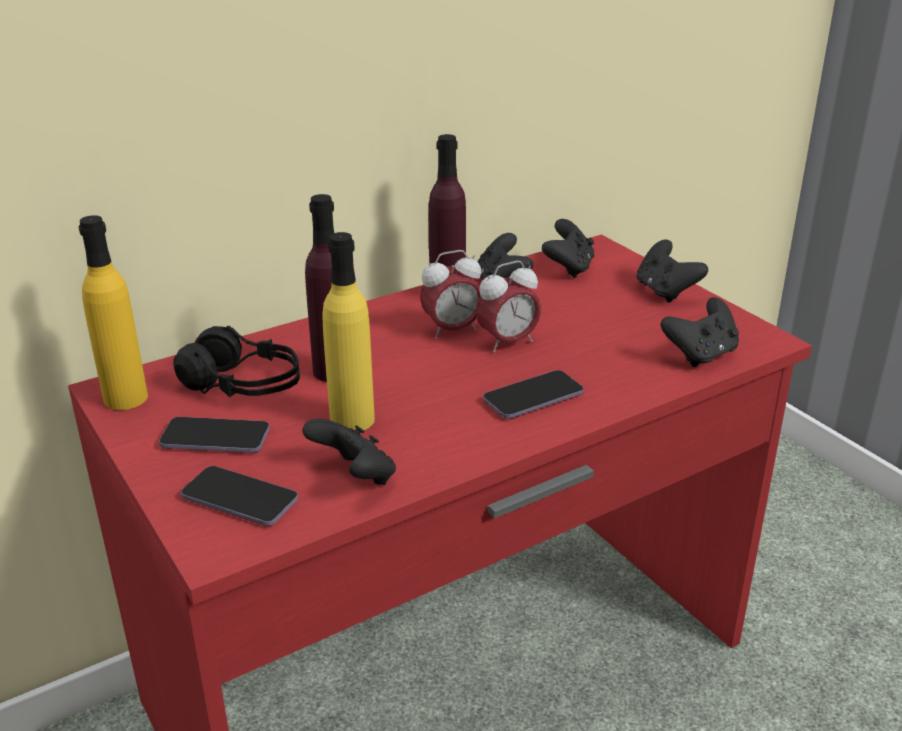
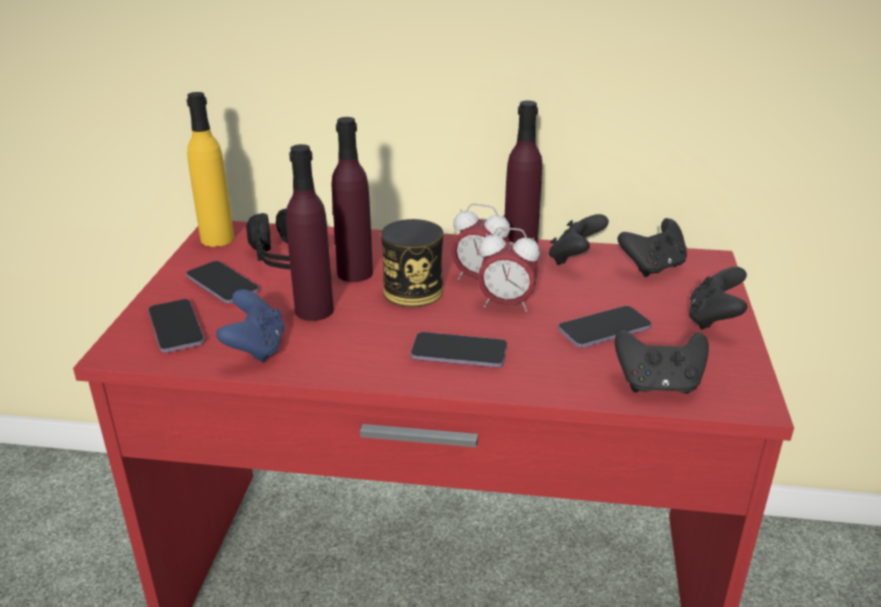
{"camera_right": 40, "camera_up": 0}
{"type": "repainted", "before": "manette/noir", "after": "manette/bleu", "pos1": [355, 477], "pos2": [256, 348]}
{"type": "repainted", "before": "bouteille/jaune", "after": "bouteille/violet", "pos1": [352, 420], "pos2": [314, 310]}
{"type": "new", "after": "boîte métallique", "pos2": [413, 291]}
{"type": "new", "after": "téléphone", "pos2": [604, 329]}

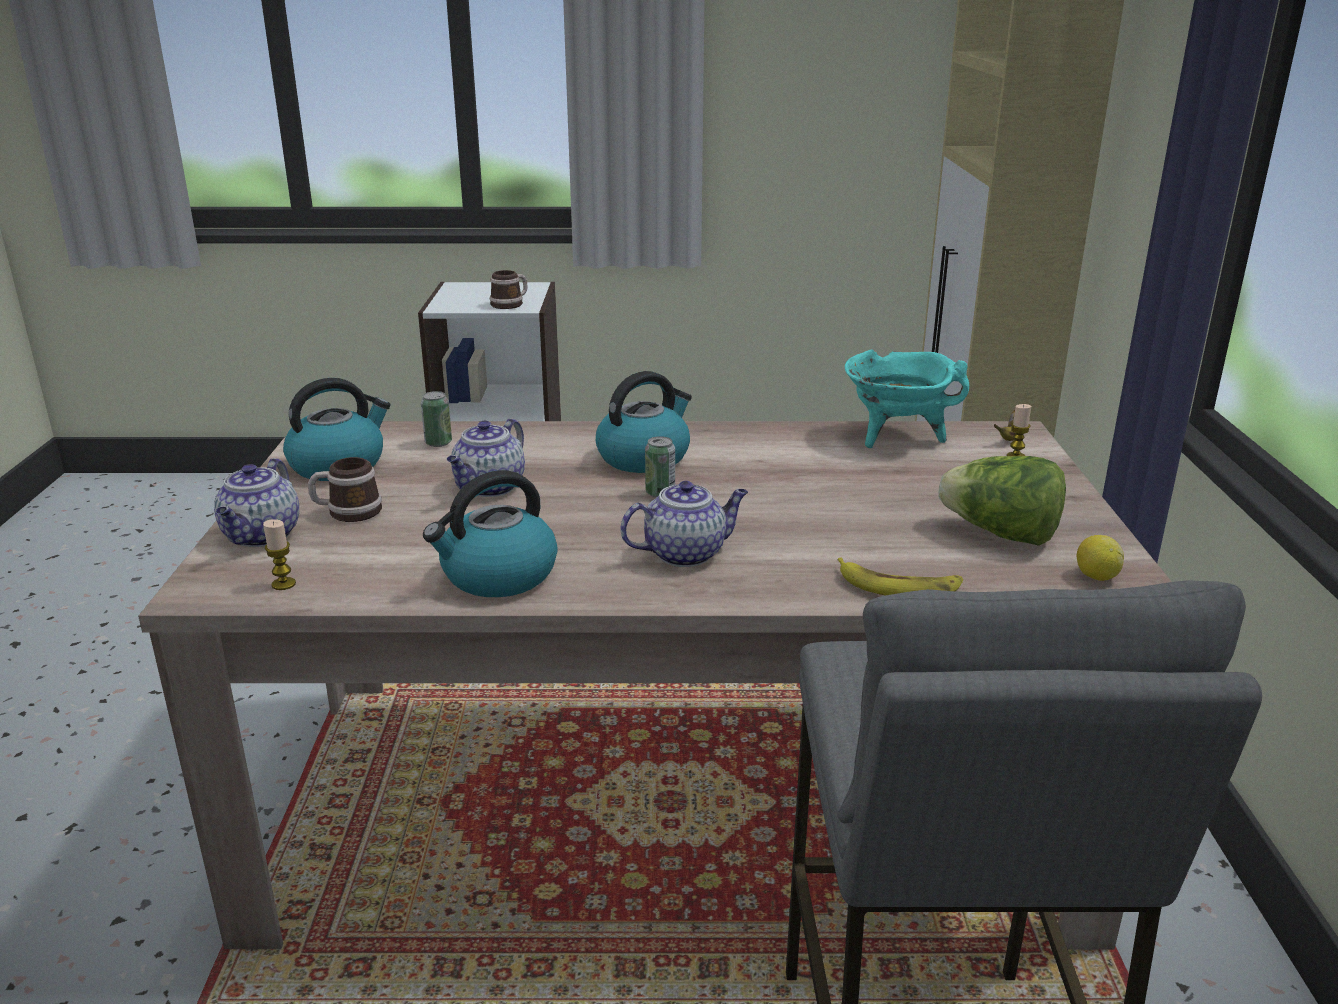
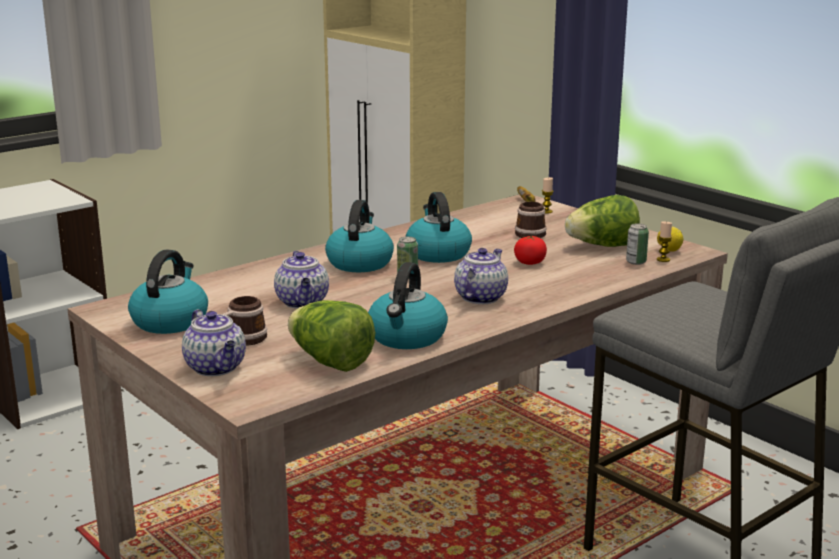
{"camera_right": -40, "camera_up": -5}
{"type": "new", "after": "laitue", "pos2": [330, 362]}
{"type": "new", "after": "bouilloire", "pos2": [437, 253]}
{"type": "new", "after": "tomate", "pos2": [530, 262]}
{"type": "shifted", "before": "mug", "pos1": [510, 304], "pos2": [530, 233]}
{"type": "shifted", "before": "boîte métallique", "pos1": [438, 443], "pos2": [636, 262]}
{"type": "shifted", "before": "bougie", "pos1": [283, 584], "pos2": [663, 259]}
{"type": "gone", "before": "banane", "pos1": [898, 586]}
{"type": "gone", "before": "marmite/turquoise", "pos1": [896, 437]}

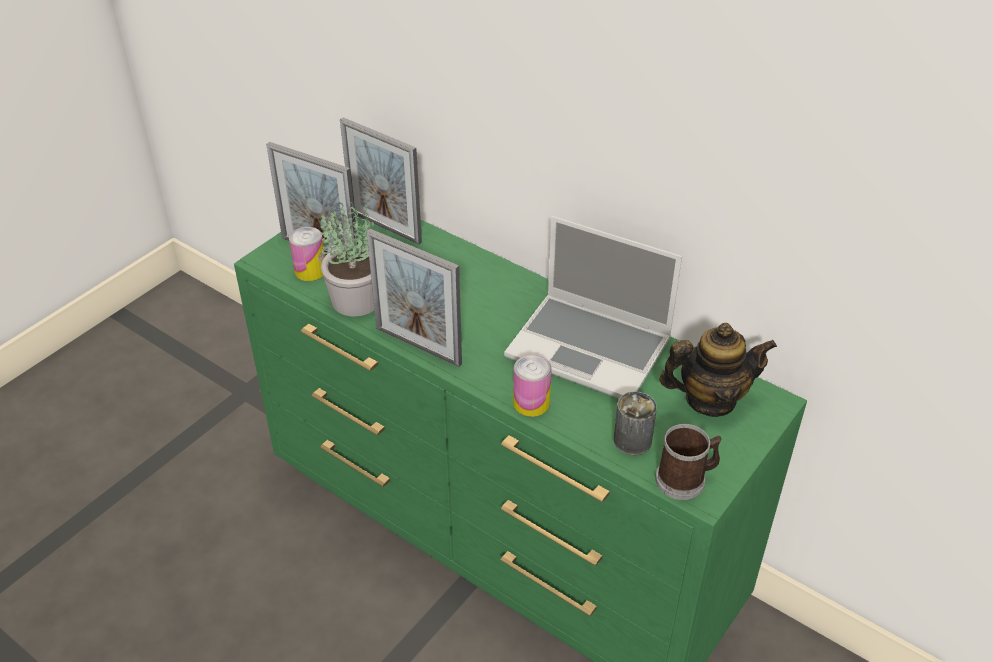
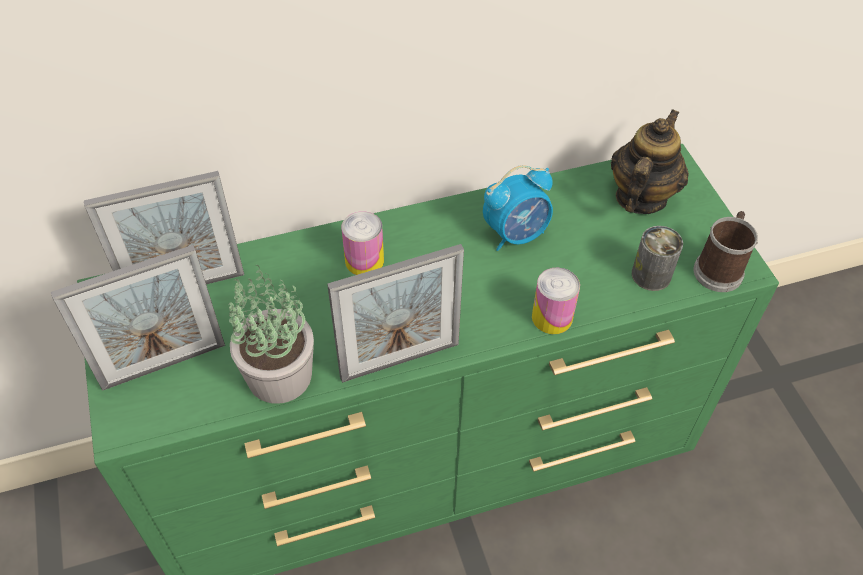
{"camera_right": -55, "camera_up": 10}
{"type": "shifted", "before": "boîte métallique", "pos1": [310, 270], "pos2": [364, 260]}
{"type": "swapped", "before": "ordinateur portable", "after": "réveil", "pos1": [591, 348], "pos2": [516, 234]}

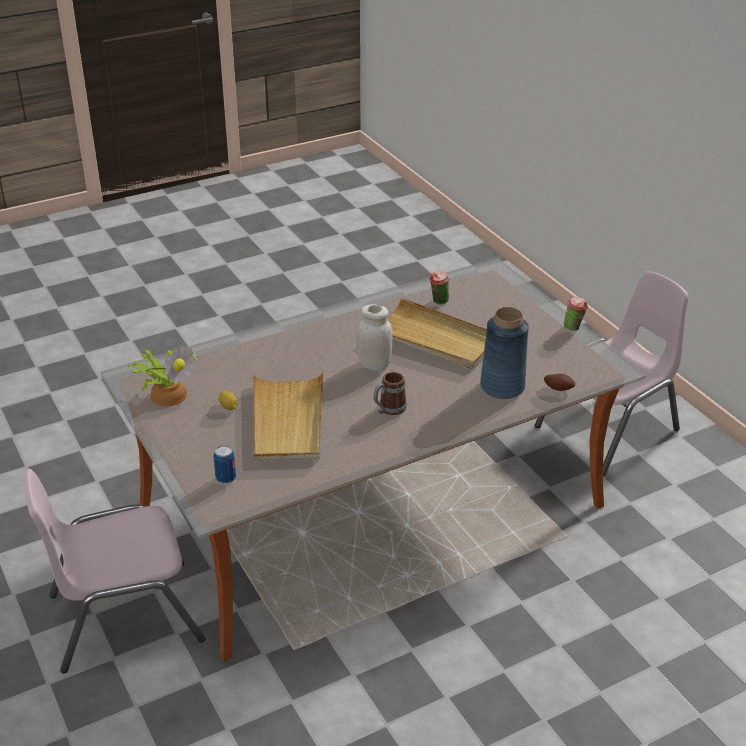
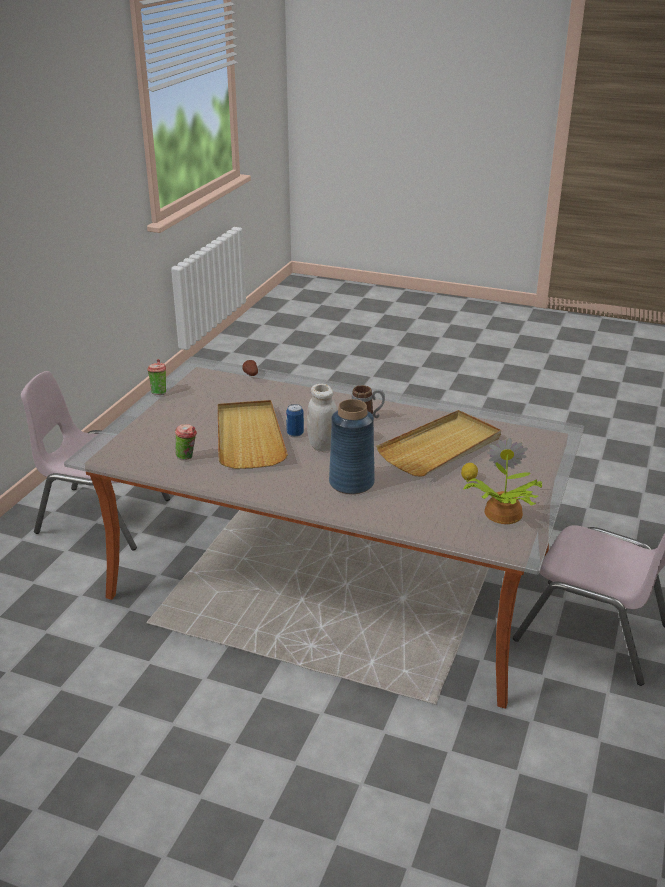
{"camera_right": -130, "camera_up": -5}
{"type": "shifted", "before": "boîte métallique", "pos1": [226, 478], "pos2": [295, 434]}
{"type": "shifted", "before": "vase/bleu", "pos1": [502, 387], "pos2": [352, 482]}

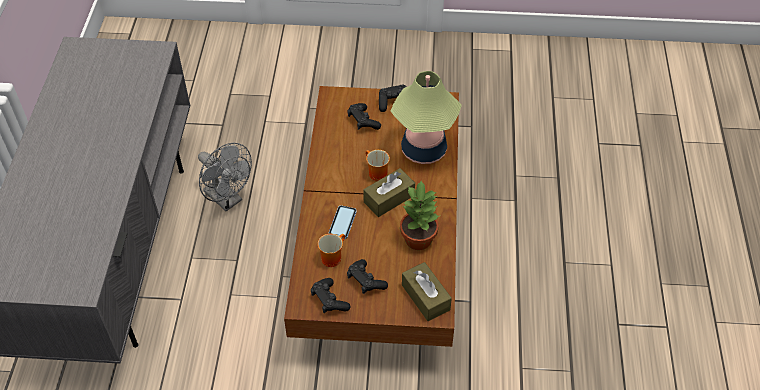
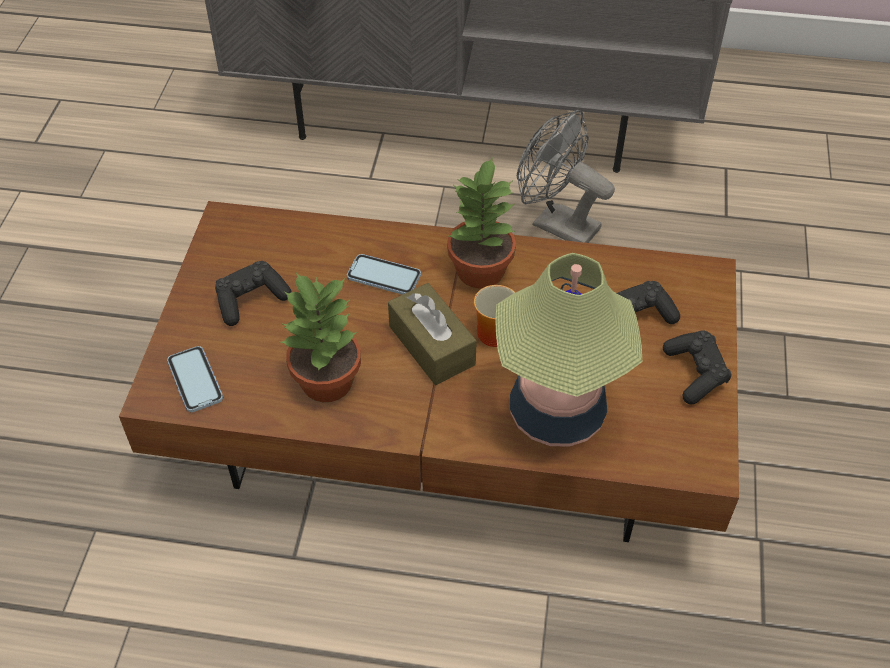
{"camera_right": 95, "camera_up": 0}
{"type": "swapped", "before": "boîte à mouchoirs/marron", "after": "téléphone", "pos1": [425, 297], "pos2": [195, 380]}
{"type": "new", "after": "plante en pot", "pos2": [479, 271]}
{"type": "rotated", "before": "ventilateur/gris", "pos1": [227, 199], "pos2": [556, 224], "turn": 75}
{"type": "gone", "before": "manette/noir", "pos1": [329, 300]}
{"type": "gone", "before": "mug", "pos1": [331, 256]}

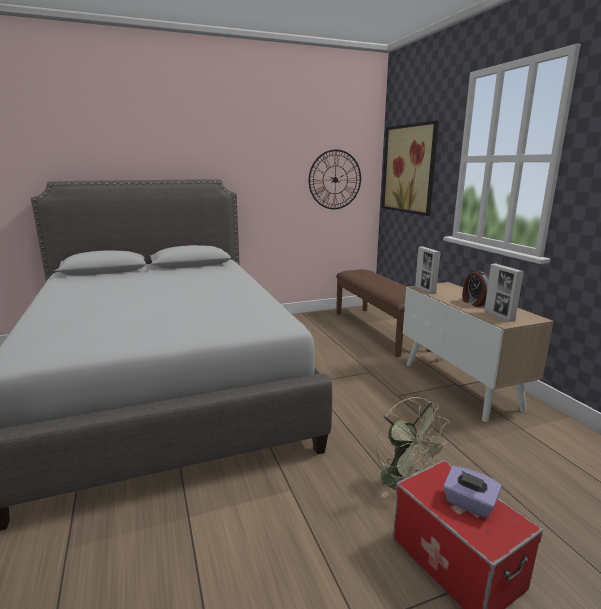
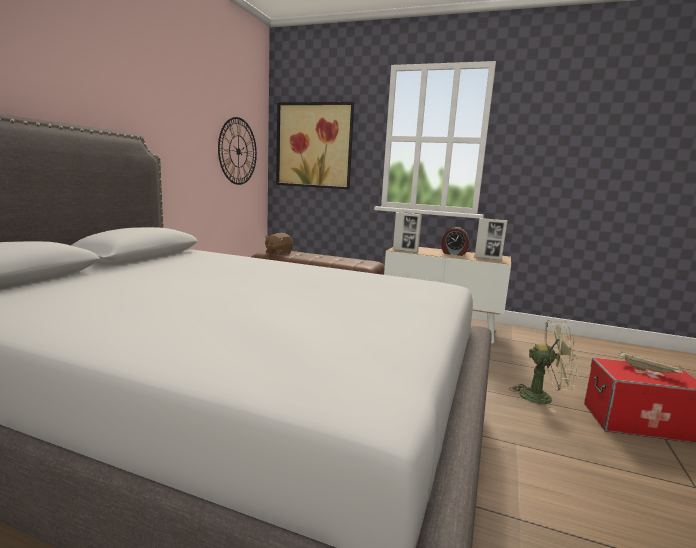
{"camera_right": -50, "camera_up": -5}
{"type": "new", "after": "peluche/marron", "pos2": [278, 253]}
{"type": "swapped", "before": "boîte à mouchoirs/violet", "after": "plateau/beige", "pos1": [469, 503], "pos2": [649, 371]}

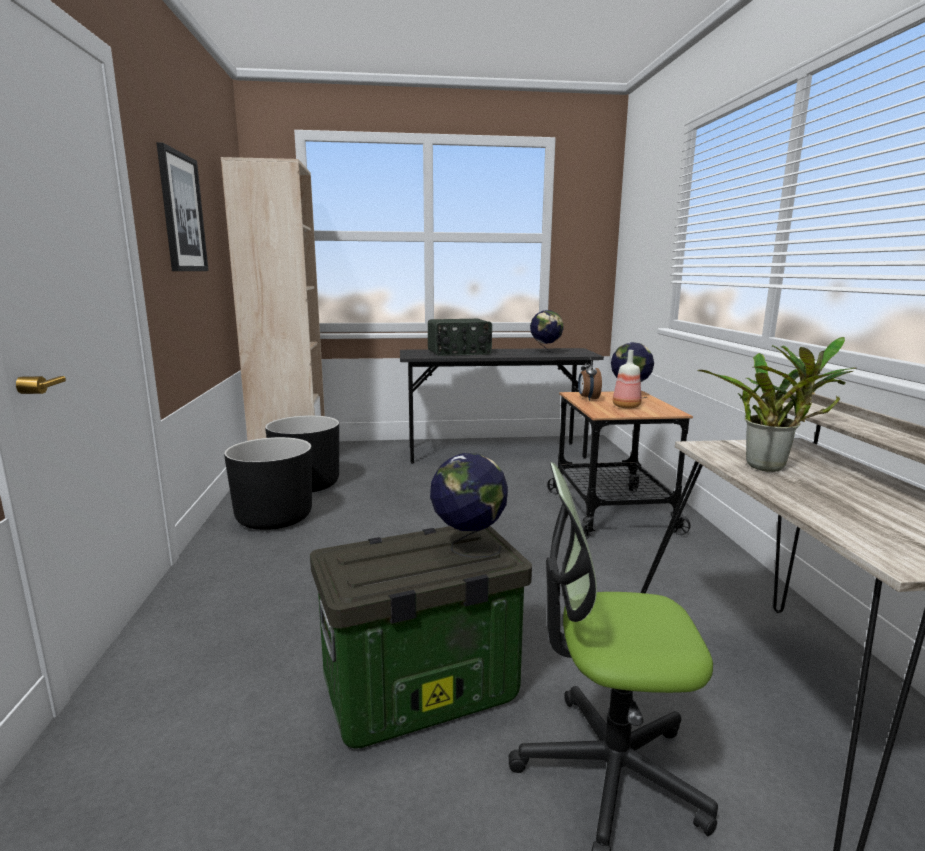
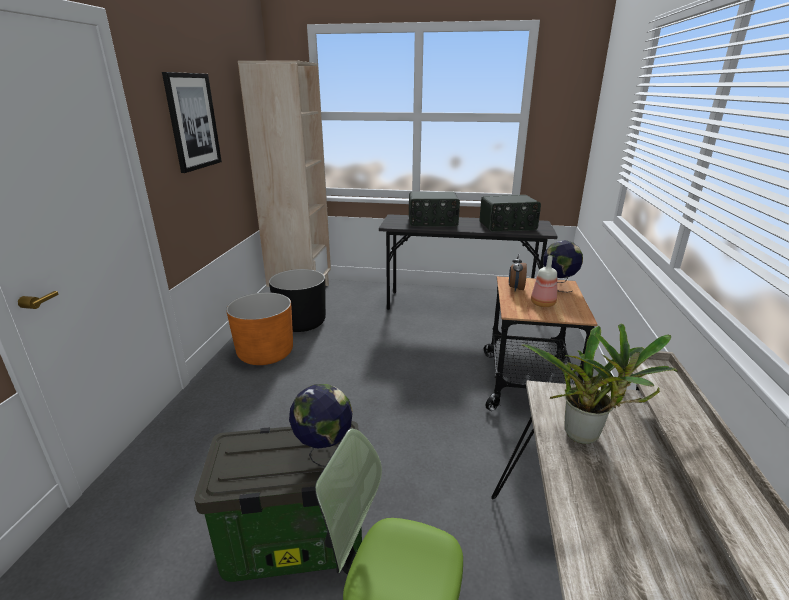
{"camera_right": 15, "camera_up": 10}
{"type": "repainted", "before": "cache-pot/noir", "after": "cache-pot/orange", "pos1": [274, 518], "pos2": [265, 353]}
{"type": "swapped", "before": "globe", "after": "radio", "pos1": [545, 352], "pos2": [508, 226]}

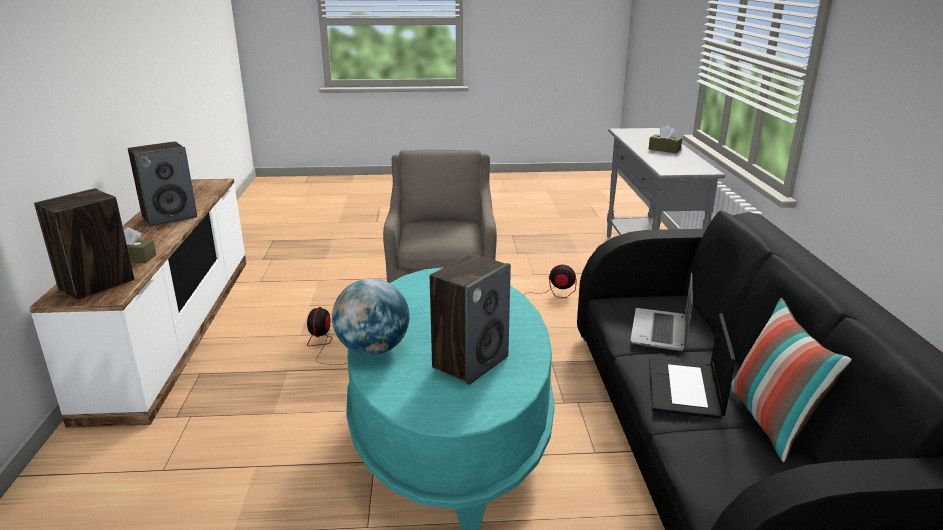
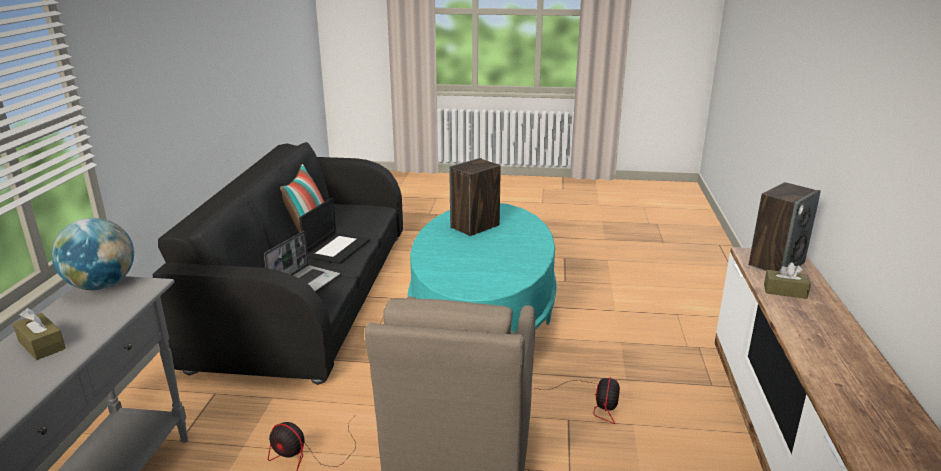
{"camera_right": -170, "camera_up": 0}
{"type": "shifted", "before": "globe", "pos1": [373, 349], "pos2": [102, 286]}
{"type": "gone", "before": "enceinte", "pos1": [170, 217]}

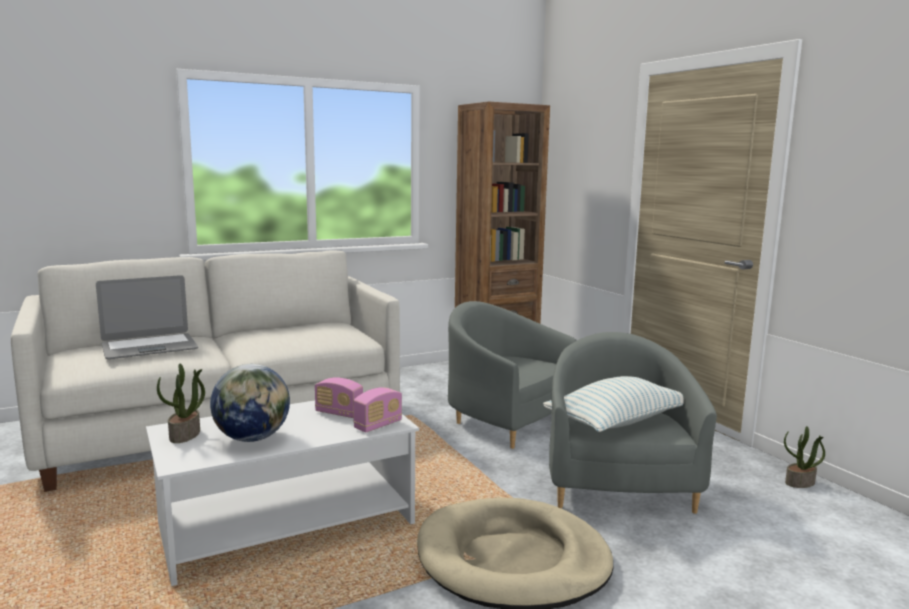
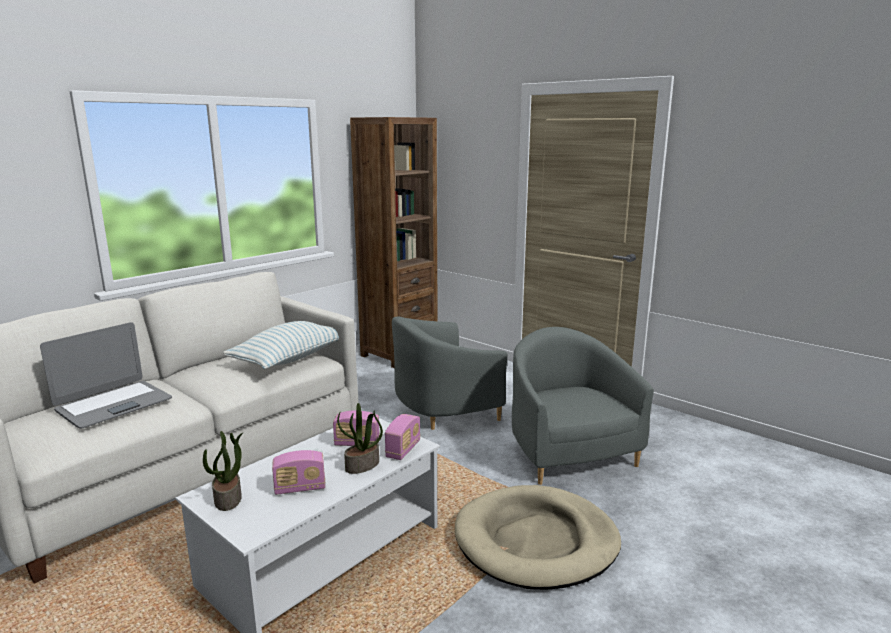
{"camera_right": -20, "camera_up": 5}
{"type": "shifted", "before": "coussin", "pos1": [617, 422], "pos2": [290, 359]}
{"type": "swapped", "before": "globe", "after": "radio", "pos1": [252, 438], "pos2": [300, 488]}
{"type": "shifted", "before": "plante en pot", "pos1": [800, 483], "pos2": [362, 466]}
{"type": "rotated", "before": "fauteuil/gris", "pos1": [505, 420], "pos2": [444, 409], "turn": -45}

